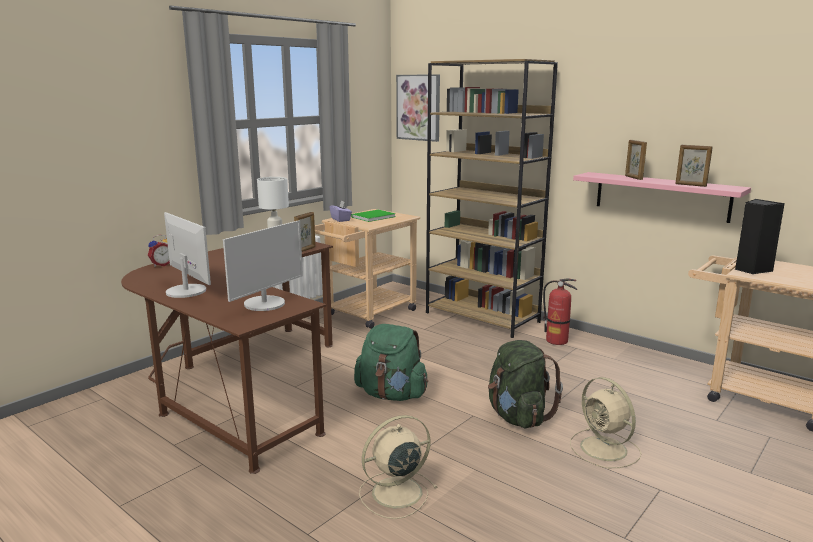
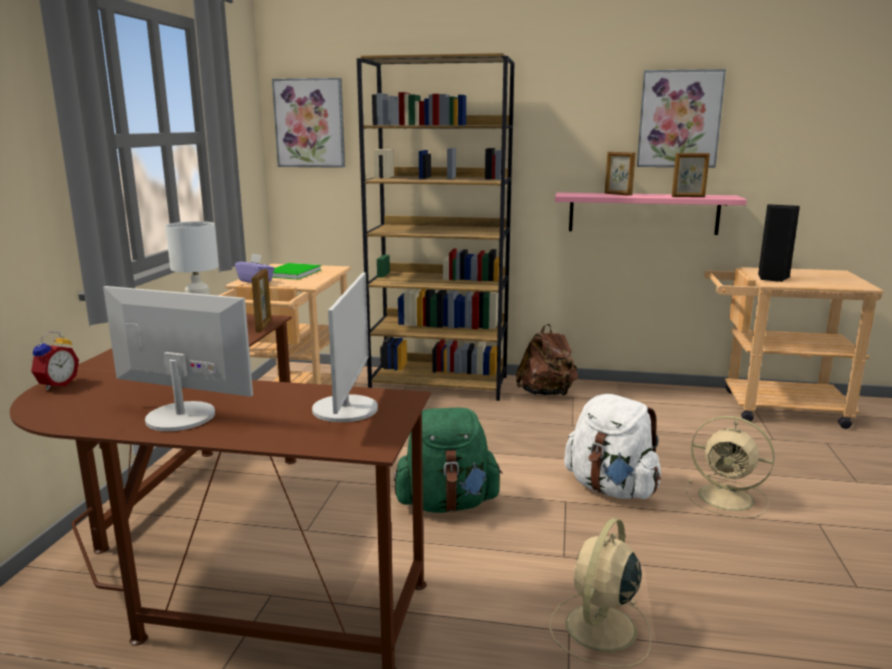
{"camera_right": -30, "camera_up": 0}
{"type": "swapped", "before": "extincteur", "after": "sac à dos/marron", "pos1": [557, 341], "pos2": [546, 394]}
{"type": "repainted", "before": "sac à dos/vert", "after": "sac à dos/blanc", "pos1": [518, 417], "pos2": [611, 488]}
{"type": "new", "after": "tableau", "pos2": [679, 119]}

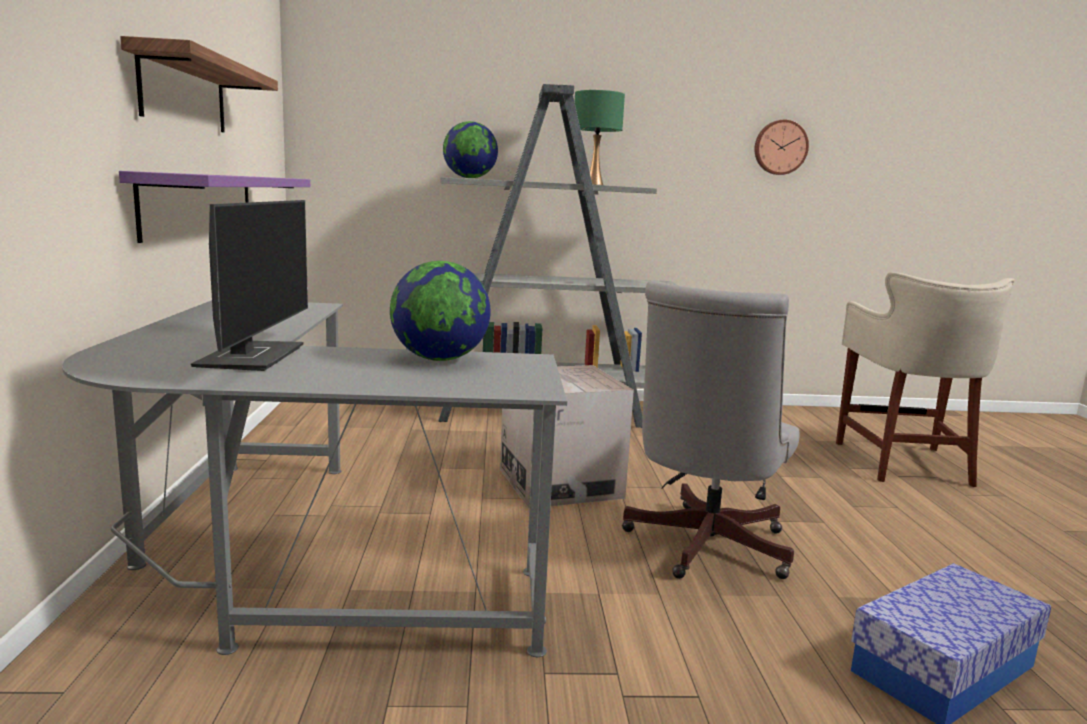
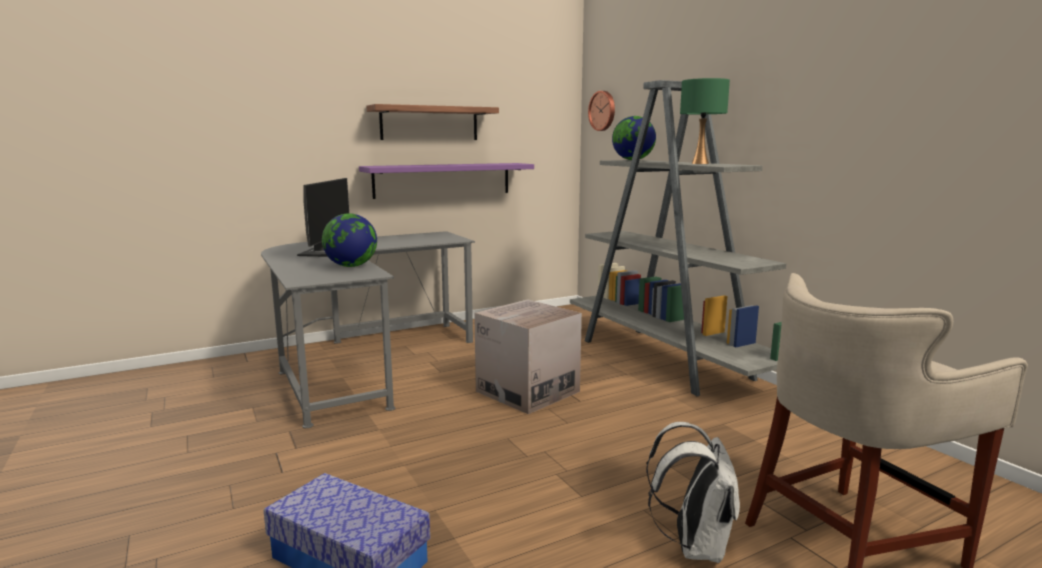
{"camera_right": 65, "camera_up": 0}
{"type": "rotated", "before": "écran d'ordinateur", "pos1": [251, 356], "pos2": [323, 252], "turn": -60}
{"type": "shifted", "before": "horloge murale", "pos1": [780, 147], "pos2": [603, 111]}
{"type": "new", "after": "sac à dos/blanc", "pos2": [694, 545]}
{"type": "gone", "before": "chaise de bureau/gris", "pos1": [702, 548]}

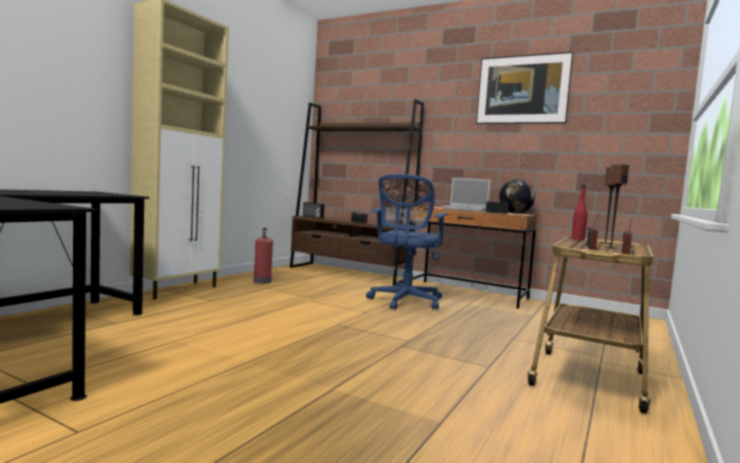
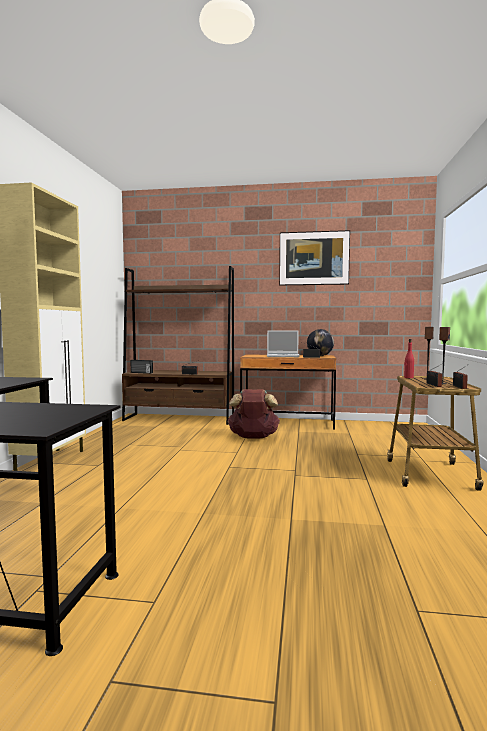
{"camera_right": -20, "camera_up": 0}
{"type": "swapped", "before": "chaise de bureau/bleu", "after": "sac à dos/marron", "pos1": [405, 302], "pos2": [253, 438]}
{"type": "gone", "before": "extincteur", "pos1": [262, 281]}

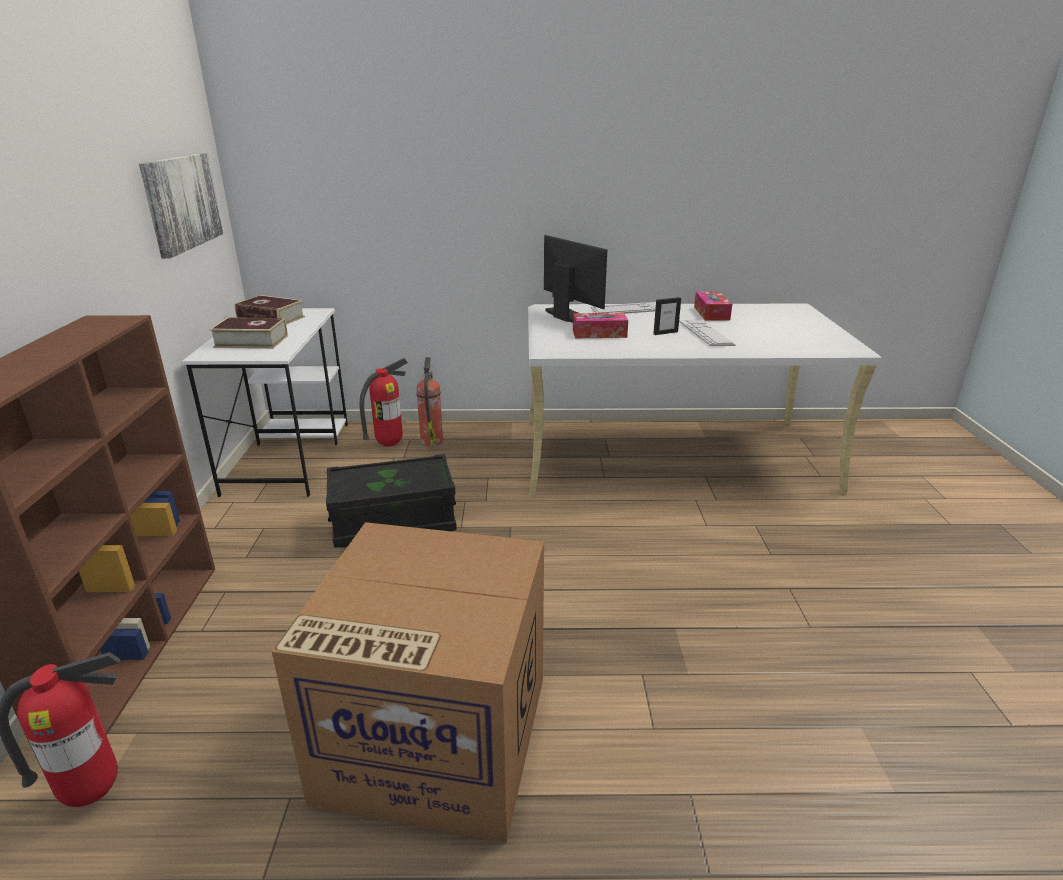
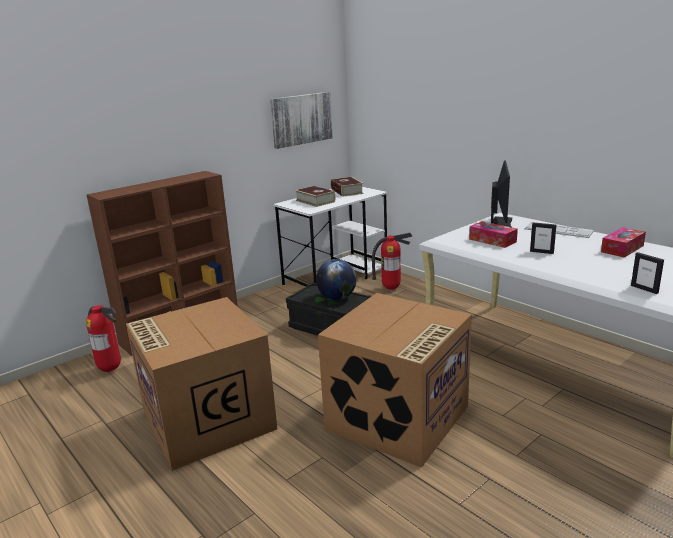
{"camera_right": 50, "camera_up": -5}
{"type": "new", "after": "globe", "pos2": [337, 298]}
{"type": "new", "after": "carton", "pos2": [398, 419]}
{"type": "new", "after": "cadre photo", "pos2": [644, 289]}
{"type": "gone", "before": "extincteur", "pos1": [432, 440]}
{"type": "gone", "before": "clavier", "pos1": [705, 333]}

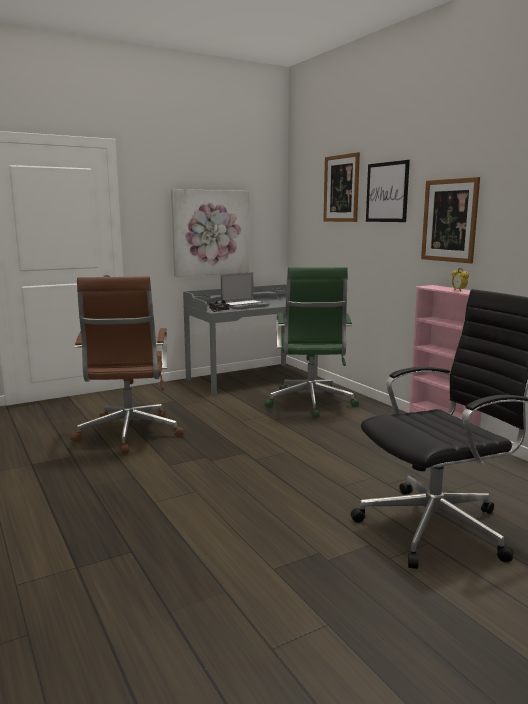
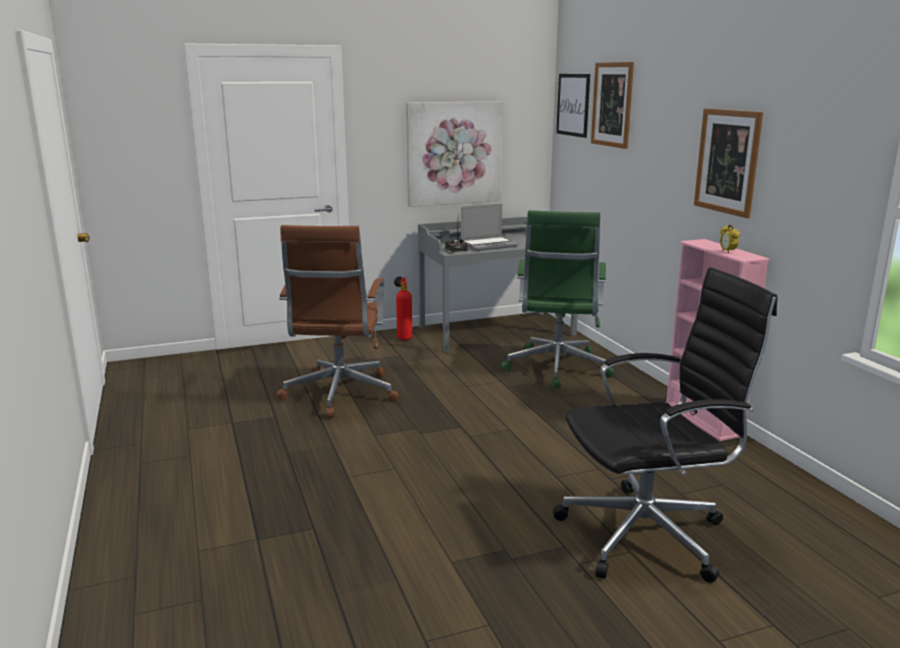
{"camera_right": 10, "camera_up": 5}
{"type": "new", "after": "extincteur", "pos2": [403, 338]}
{"type": "shifted", "before": "tableau", "pos1": [387, 192], "pos2": [573, 105]}

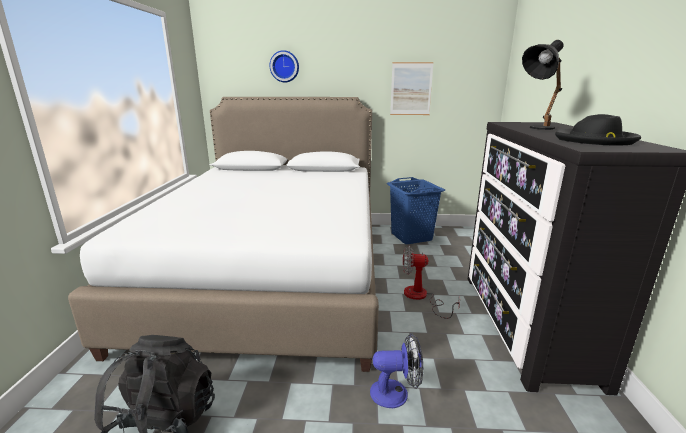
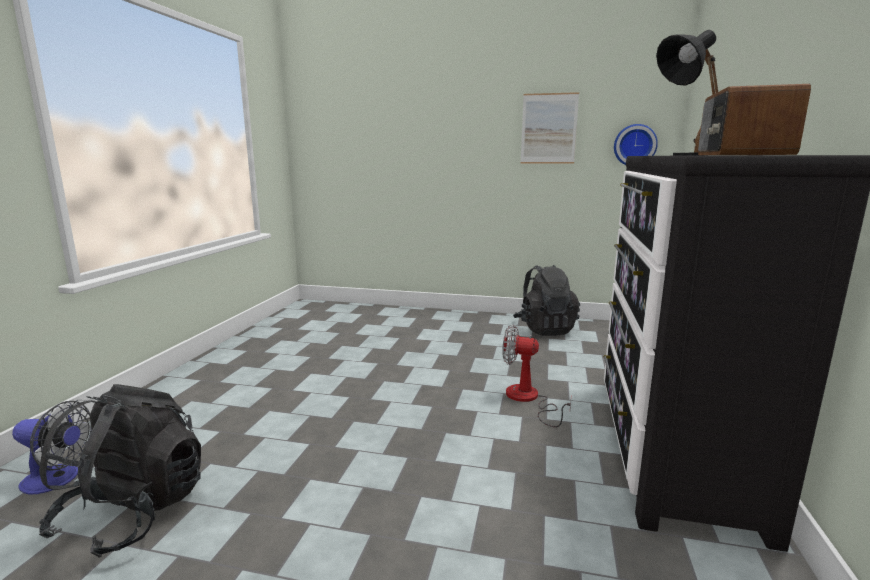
{"camera_right": 10, "camera_up": -5}
{"type": "shifted", "before": "ventilateur", "pos1": [396, 393], "pos2": [58, 480]}
{"type": "swapped", "before": "panier à linge/bleu", "after": "sac à dos/noir", "pos1": [411, 236], "pos2": [544, 329]}
{"type": "shifted", "before": "horloge murale", "pos1": [284, 66], "pos2": [634, 145]}
{"type": "swapped", "before": "chapeau/noir", "after": "radio", "pos1": [595, 140], "pos2": [740, 154]}
{"type": "gone", "before": "lit/blanc", "pos1": [274, 272]}

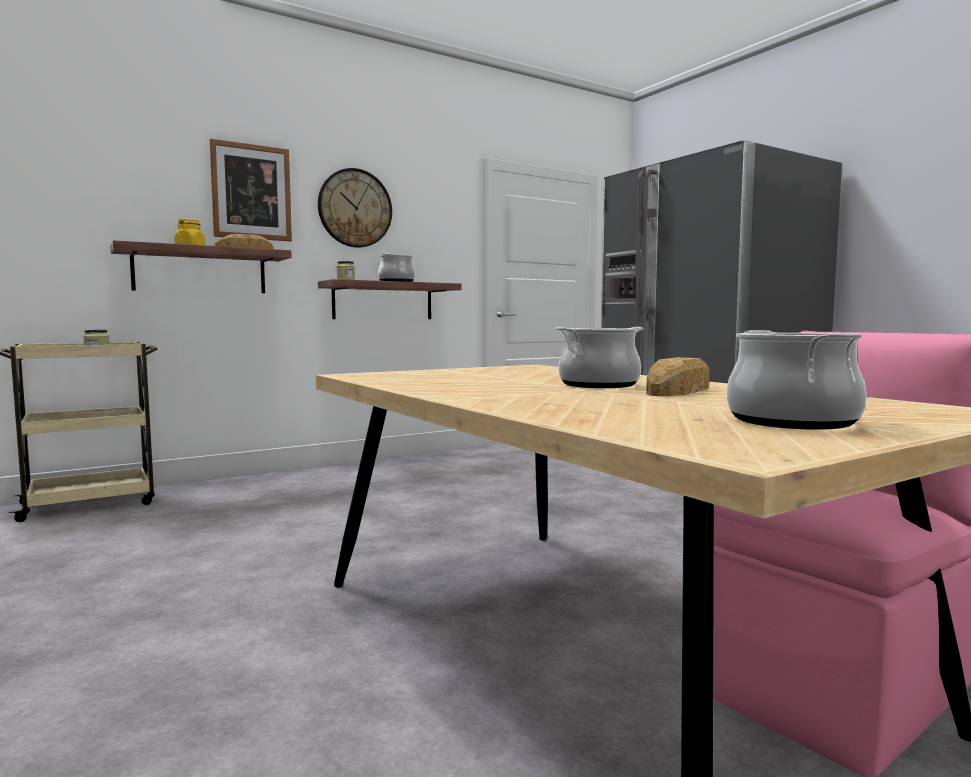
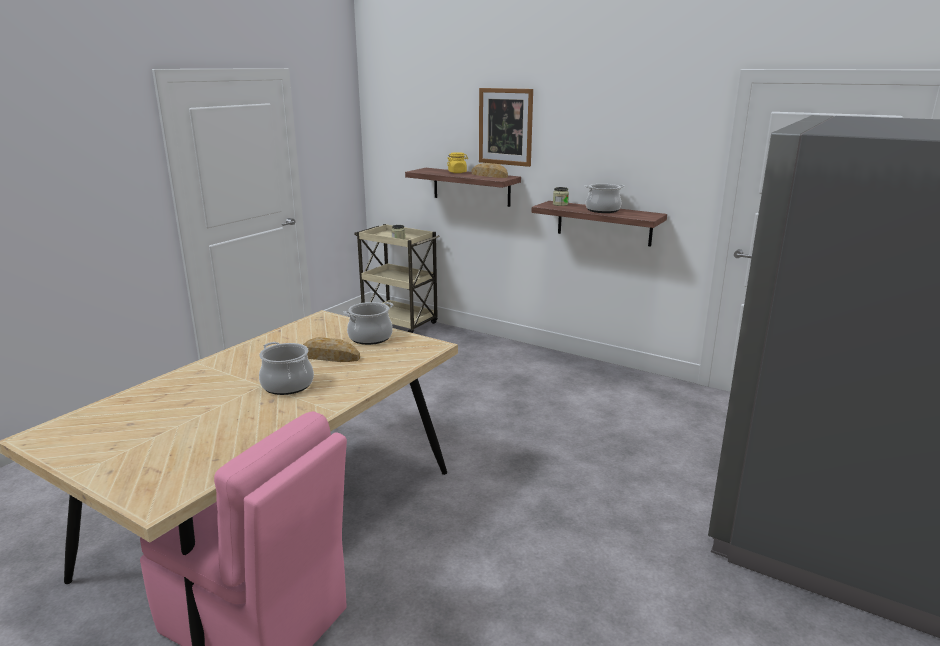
{"camera_right": 65, "camera_up": 15}
{"type": "shifted", "before": "pain", "pos1": [680, 390], "pos2": [329, 356]}
{"type": "shifted", "before": "marmite", "pos1": [791, 421], "pos2": [370, 337]}
{"type": "gone", "before": "horloge murale", "pos1": [355, 208]}

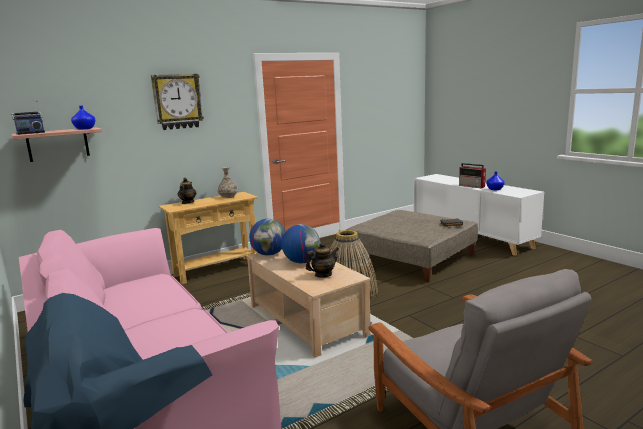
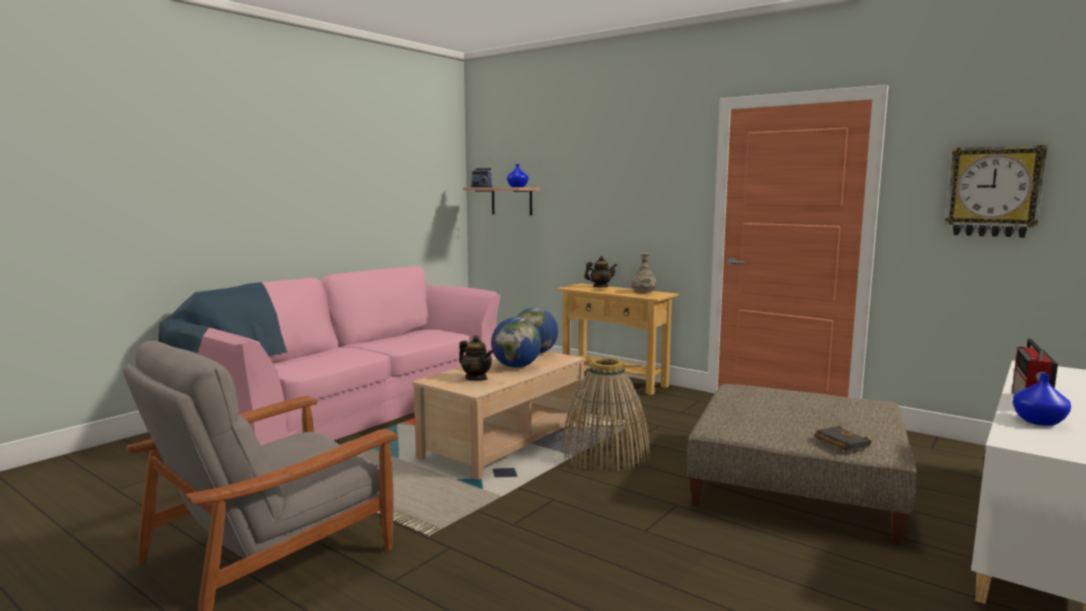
{"camera_right": 70, "camera_up": -5}
{"type": "shifted", "before": "horloge murale", "pos1": [177, 101], "pos2": [994, 192]}

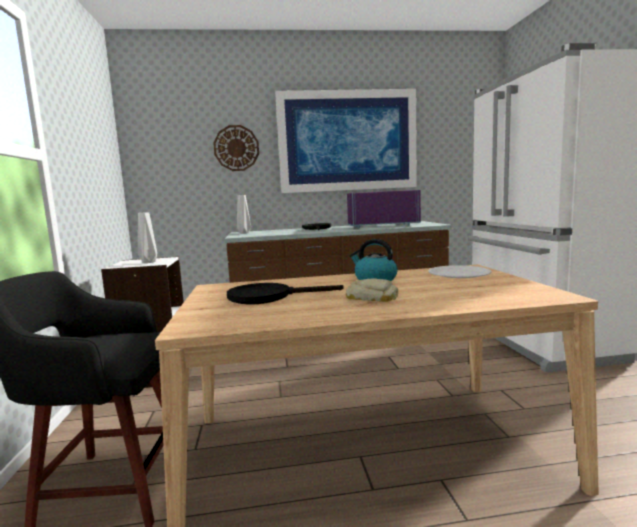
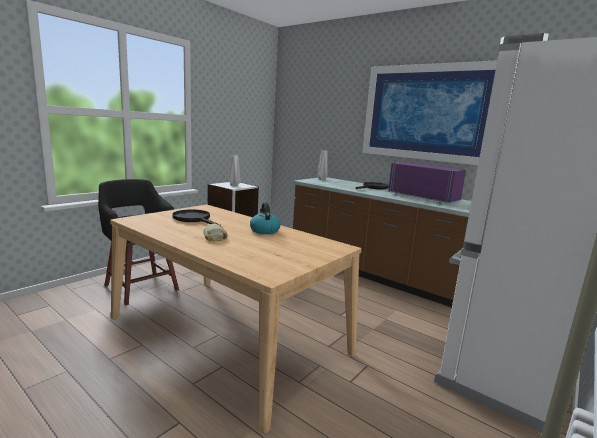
{"camera_right": 45, "camera_up": 5}
{"type": "gone", "before": "horloge murale", "pos1": [236, 148]}
{"type": "gone", "before": "assiette/blanc", "pos1": [458, 274]}

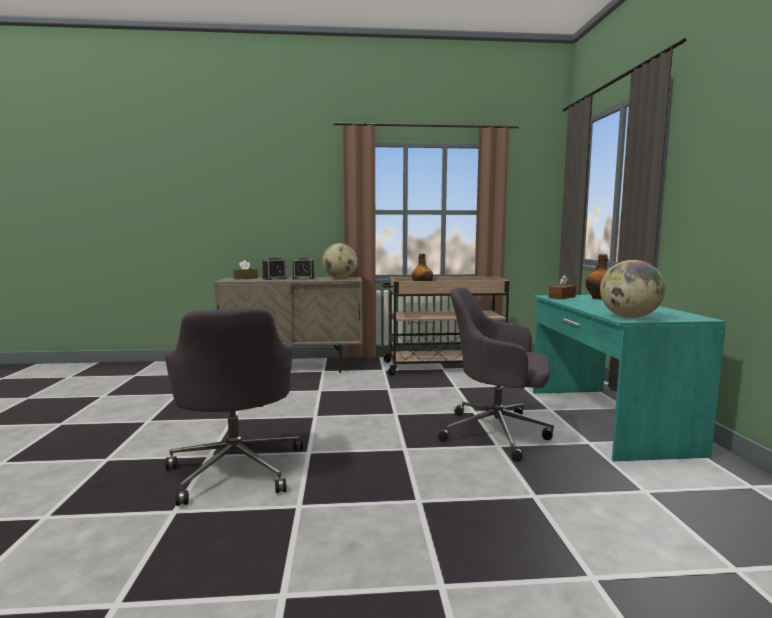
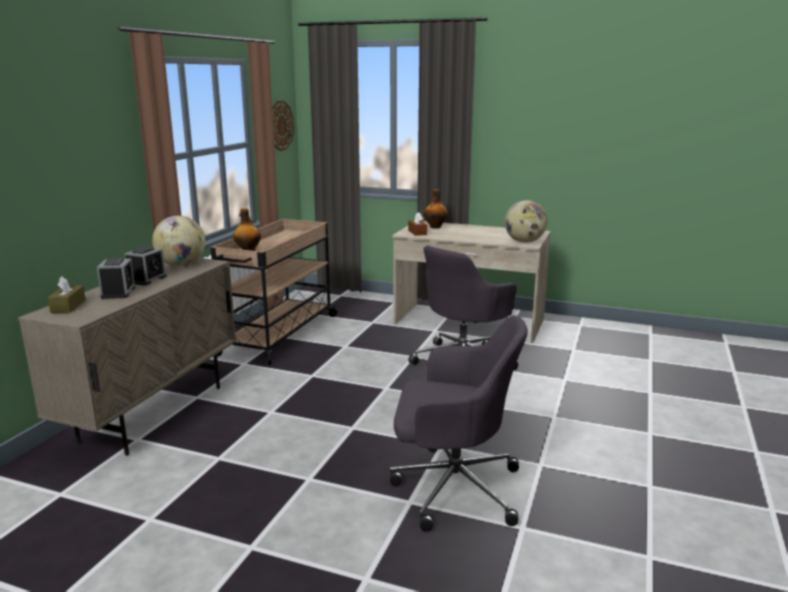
{"camera_right": -65, "camera_up": 10}
{"type": "new", "after": "horloge murale", "pos2": [280, 125]}
{"type": "repainted", "before": "bureau/turquoise", "after": "bureau/beige", "pos1": [605, 419], "pos2": [469, 322]}

